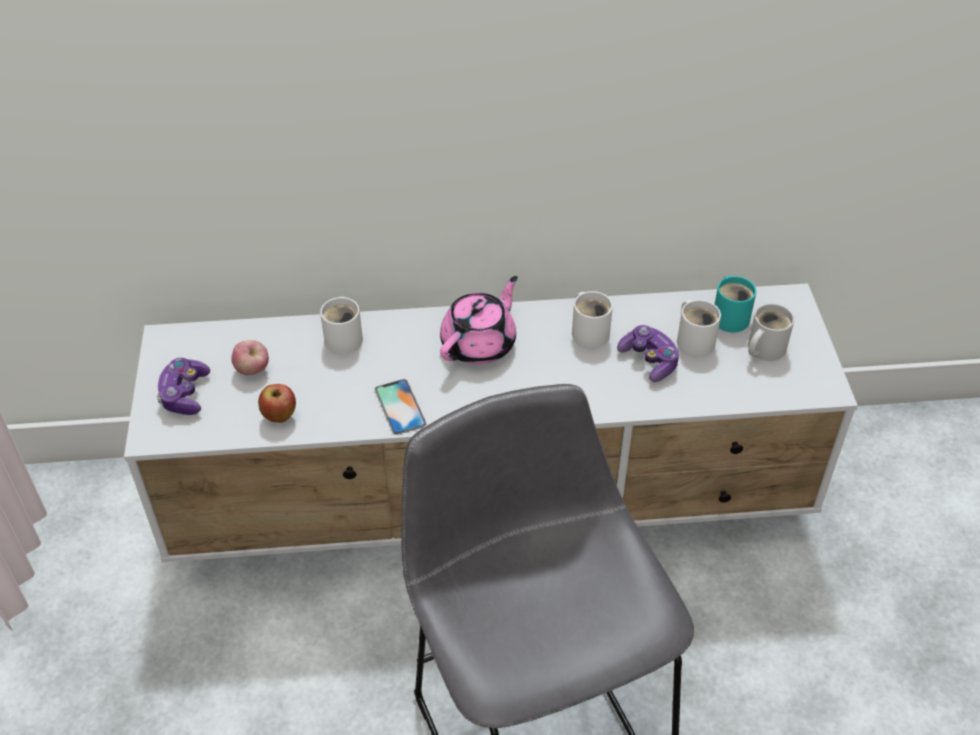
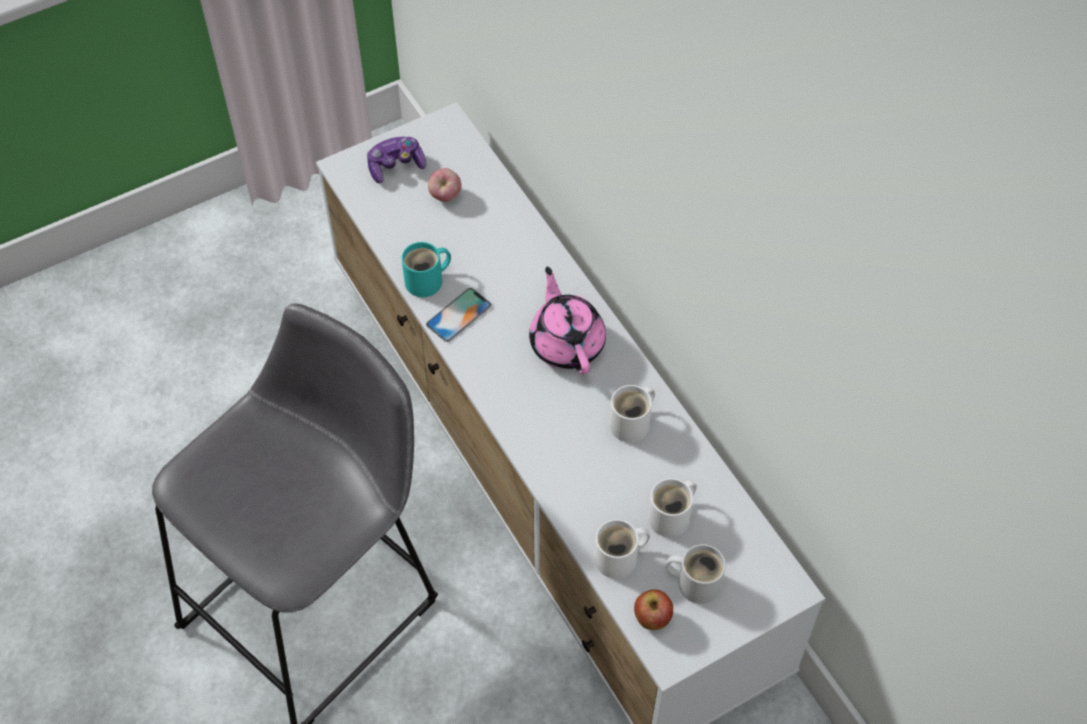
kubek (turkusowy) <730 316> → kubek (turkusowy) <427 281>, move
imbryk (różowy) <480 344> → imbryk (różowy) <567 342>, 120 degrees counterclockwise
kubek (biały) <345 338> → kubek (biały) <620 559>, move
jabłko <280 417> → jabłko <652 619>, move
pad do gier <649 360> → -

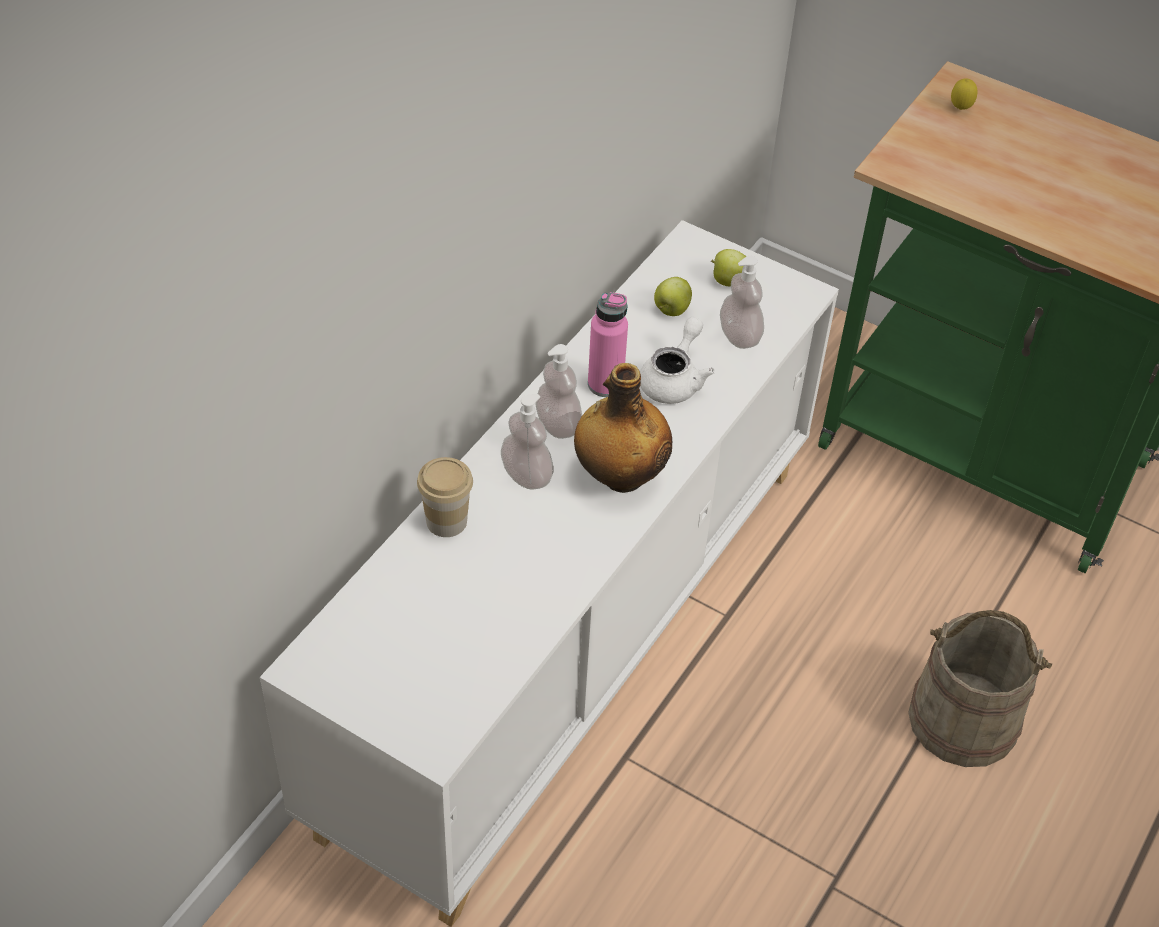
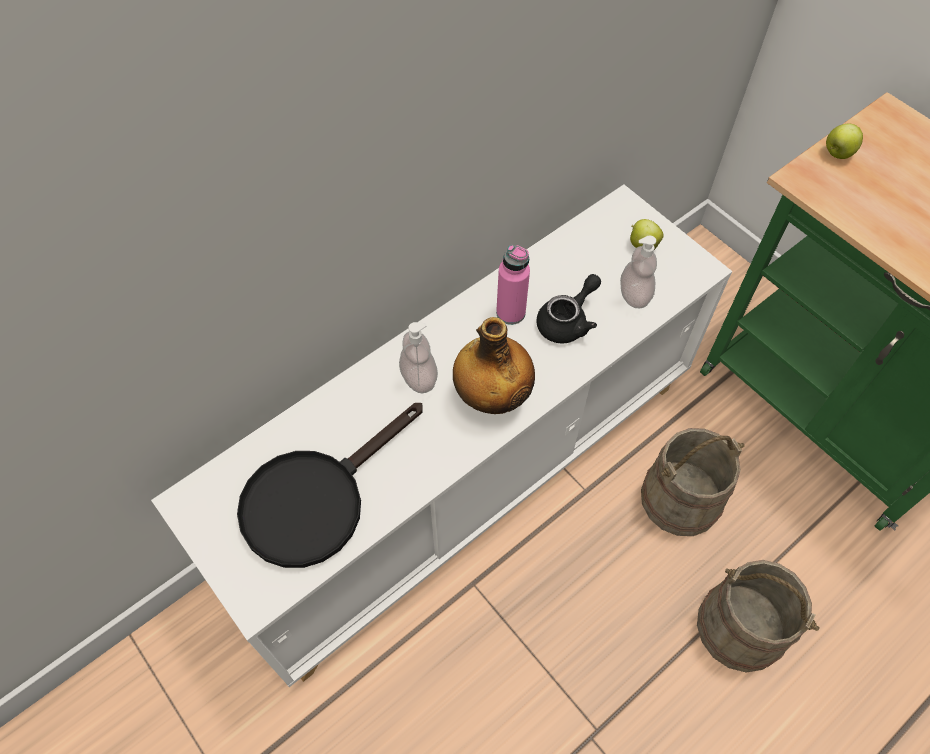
- → patelnia (czarny) <316 498>
imbryk (biały) <674 379> → imbryk (czarny) <567 321>
- → wiadro (beżowy) <680 497>
jabłko <671 310> → jabłko <837 153>, move
filiżanka <446 521> → -
dozownik mydła <558 425> → -
cytryna <960 109> → -

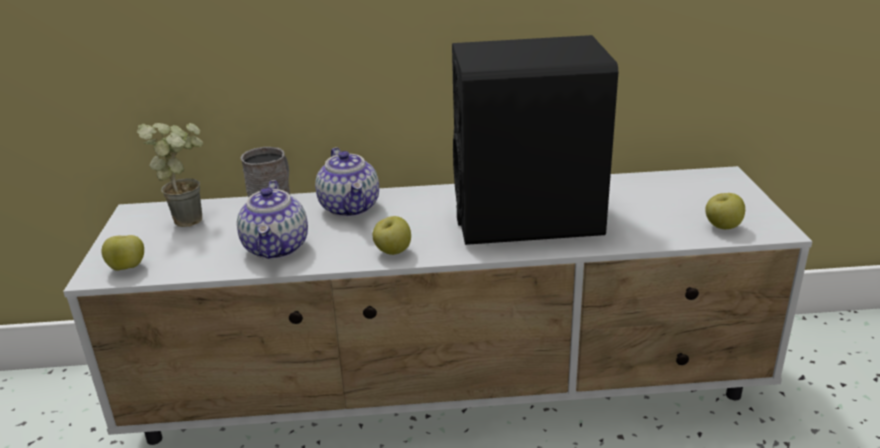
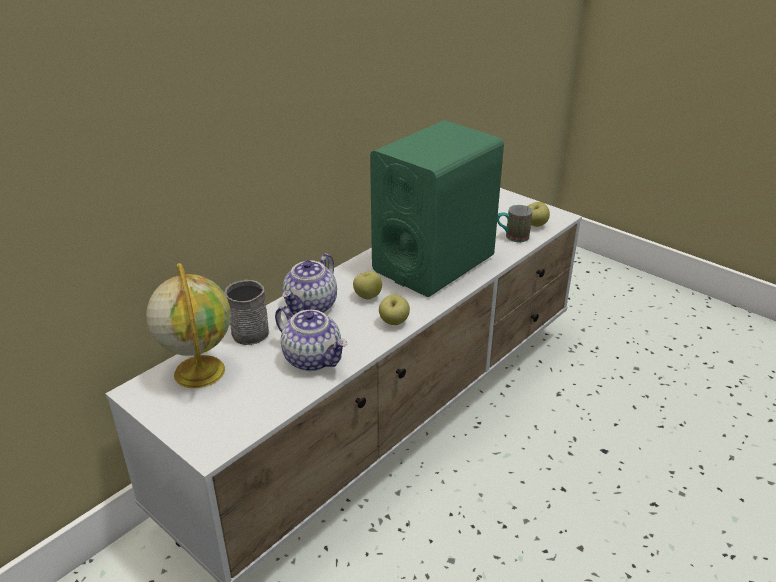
roślina doniczkowa <191 217> → globus <198 371>
imbryk <350 208> → imbryk <311 306>, 90 degrees clockwise
jabłko <127 268> → jabłko <367 296>, move
głośnik (czarny) <528 218> → głośnik (zielony) <434 263>
- → kubek <512 237>

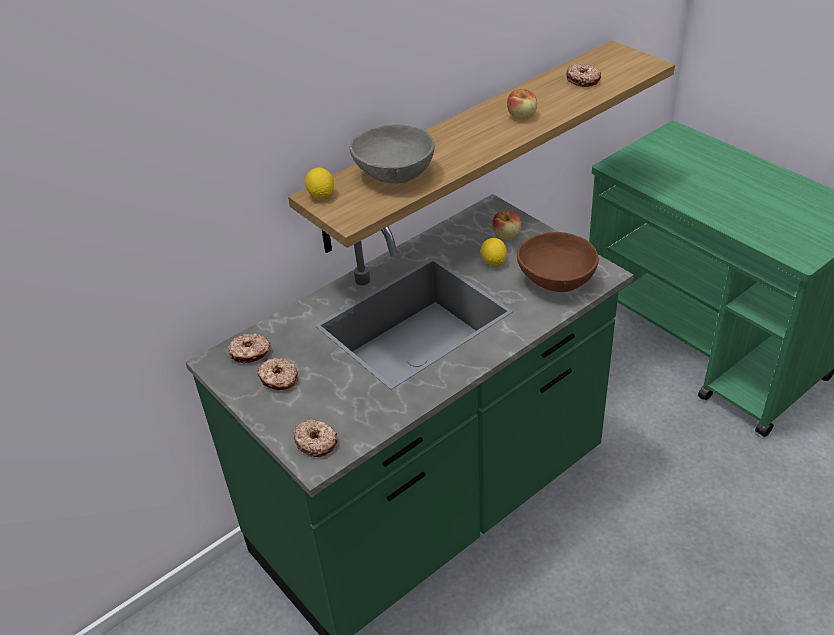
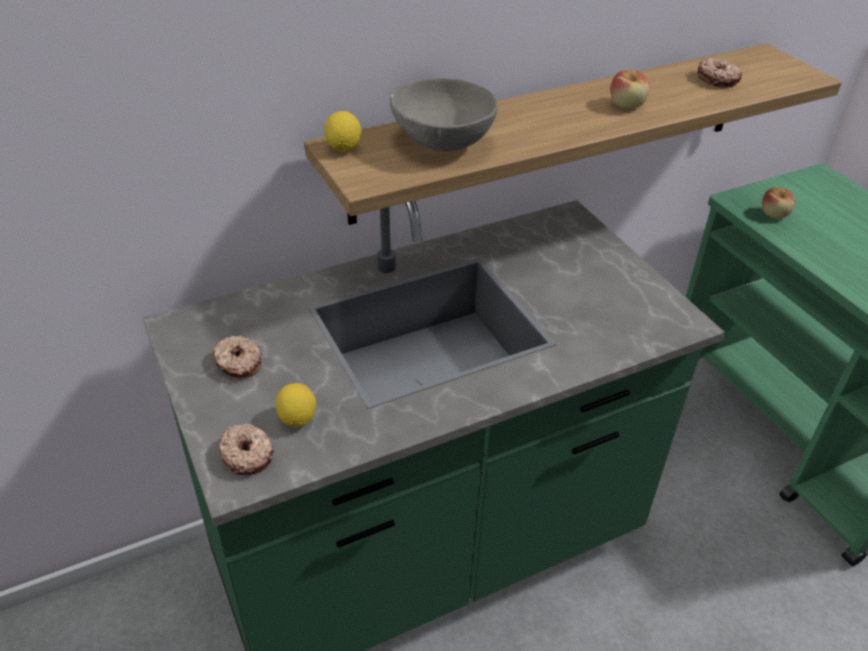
cytryna <493 262> → cytryna <297 418>, move
jabłko <506 235> → jabłko <774 214>, move
donut <250 353> → -
miska (brązowy) <557 281> → -

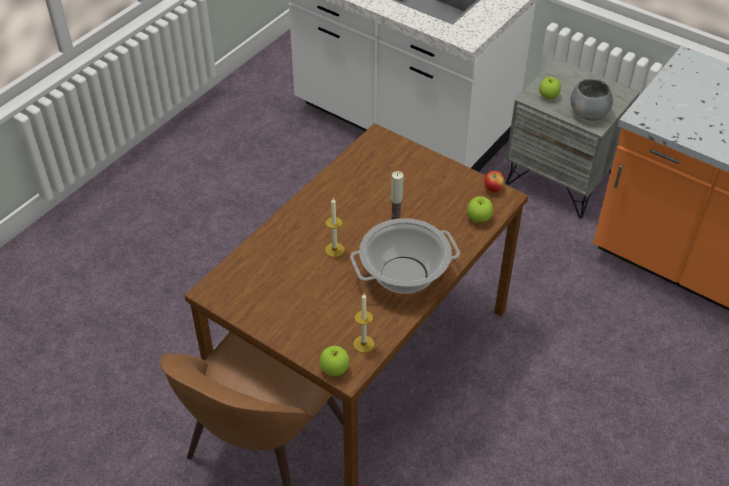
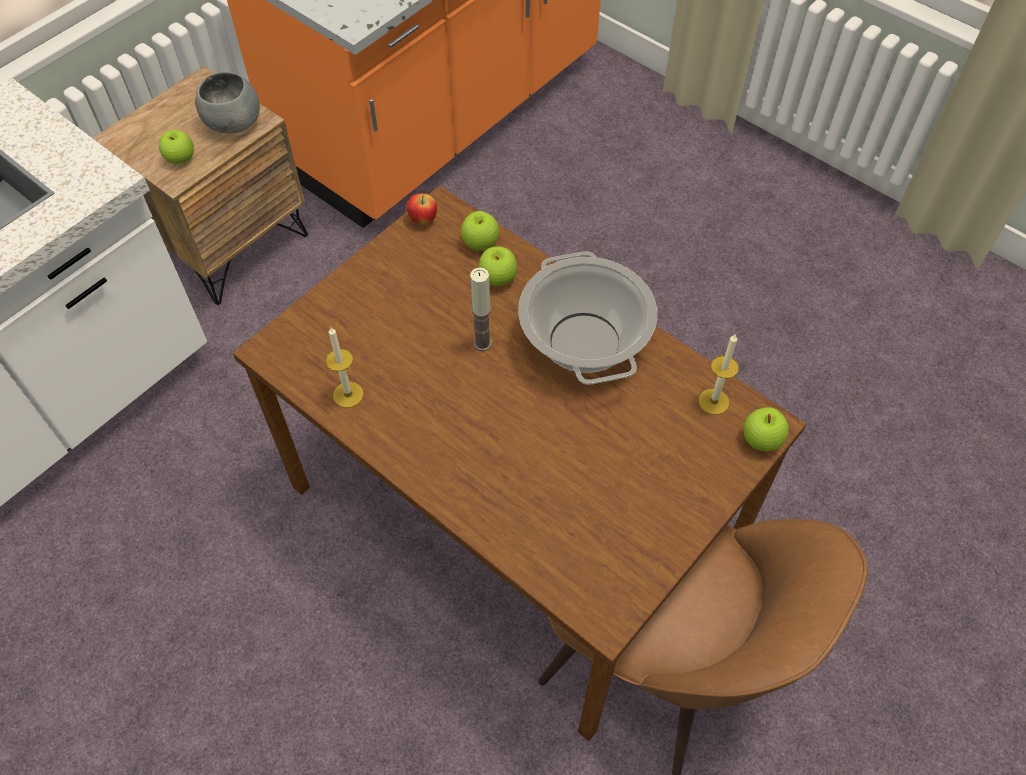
szafka nocna (szary) <561 180> → szafka nocna (brązowy) <229 243>
świeca <334 250> → świeca <348 394>, move
- → jabłko <498 279>

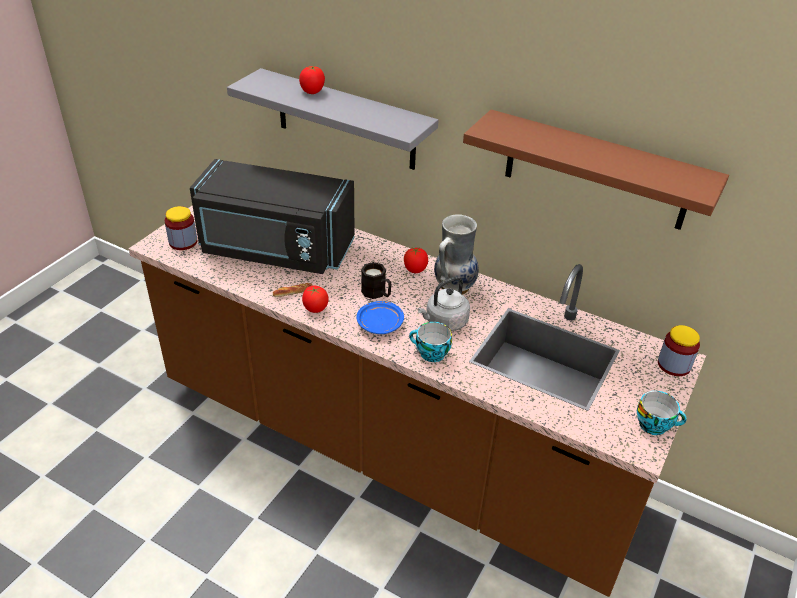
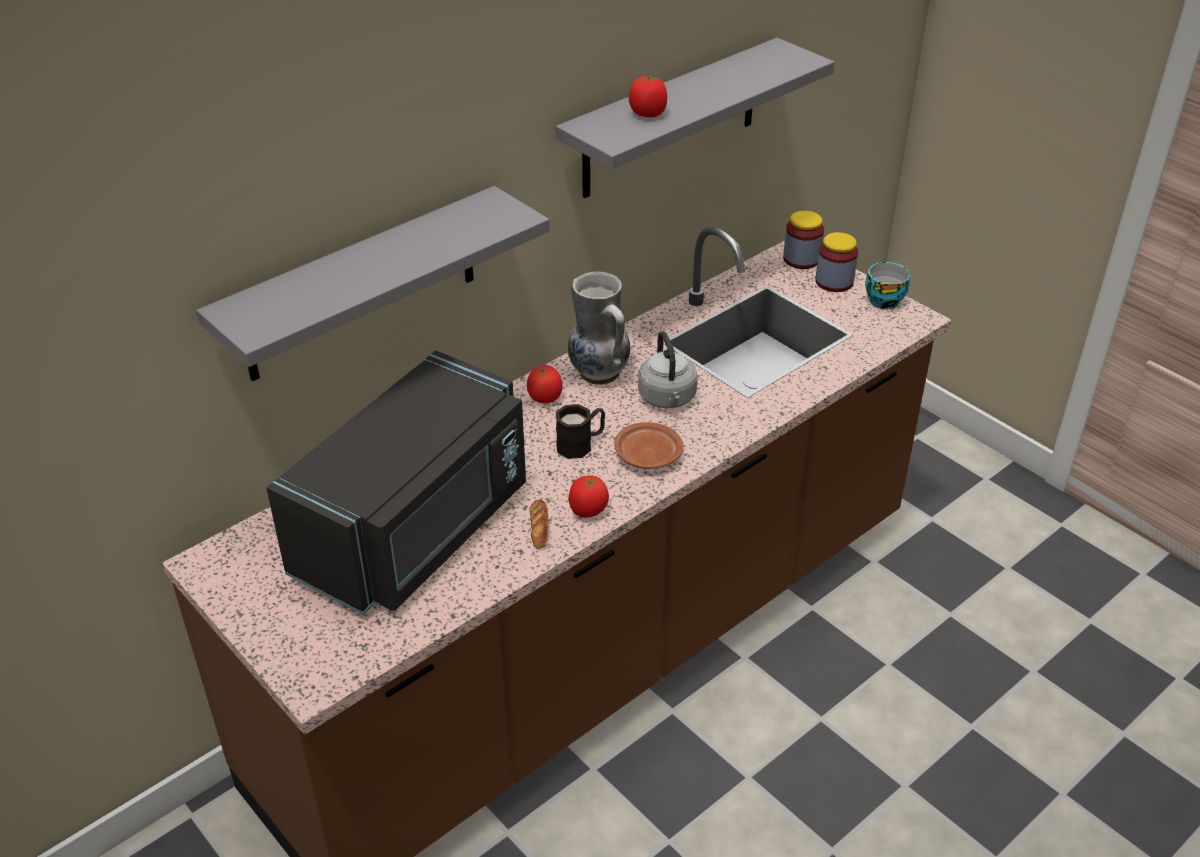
półka (brązowy) <596 171> → półka (szary) <671 119>
talerz (niebieski) <380 324> → talerz (brązowy) <647 455>
pomidor <312 91> → pomidor <648 114>, move
słoik <183 242> → słoik <834 282>, move
filiżanka <430 354> → -

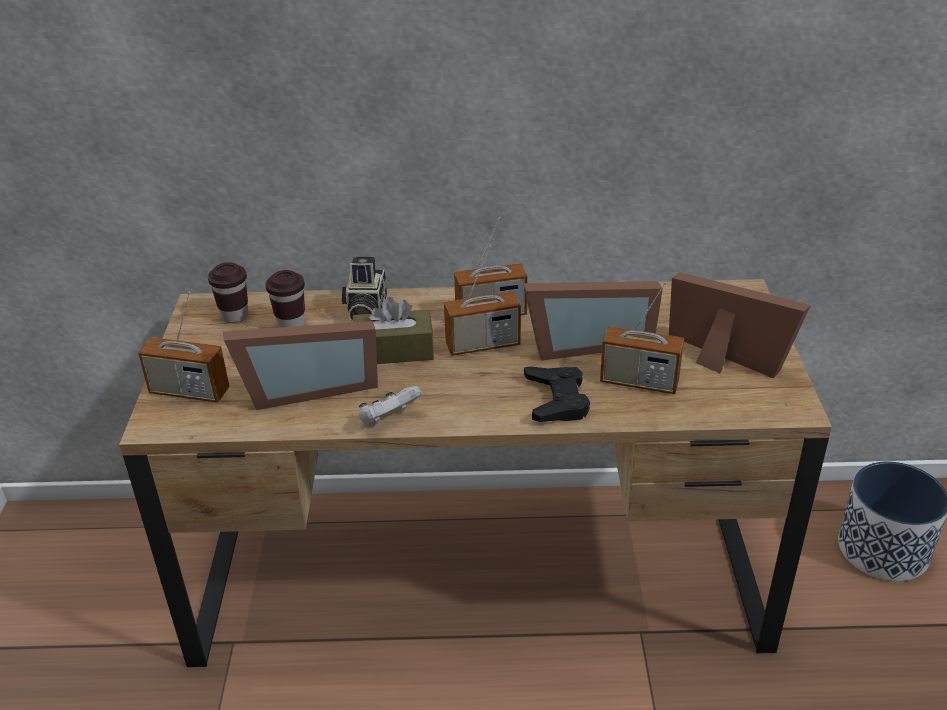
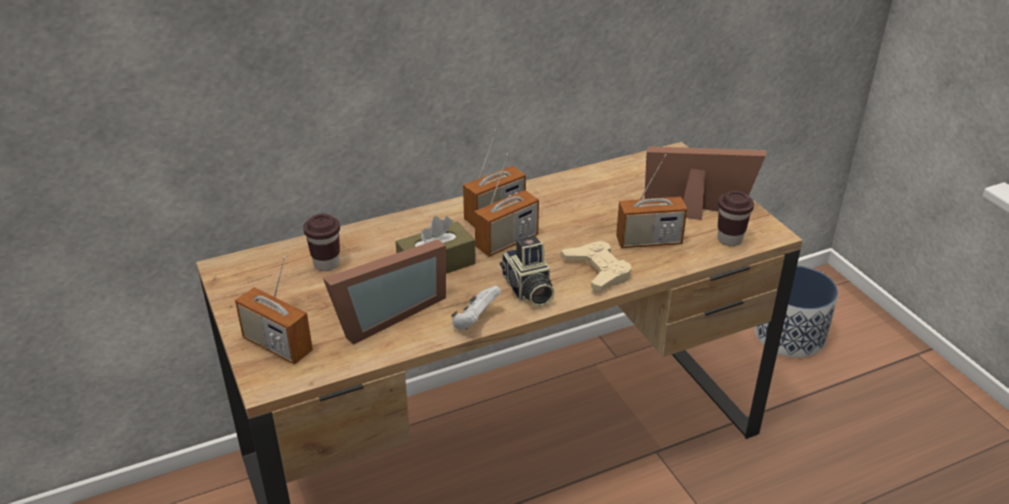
radio <189 391> → radio <277 345>, 45 degrees clockwise
aparat fotograficzny <365 311> → aparat fotograficzny <527 290>, move
pad do gier (czarny) <556 400> → pad do gier (beżowy) <597 271>
filiżanka (brązowy) <235 316> → filiżanka (brązowy) <729 239>, move
ramka na zdjęcie <586 342> → -

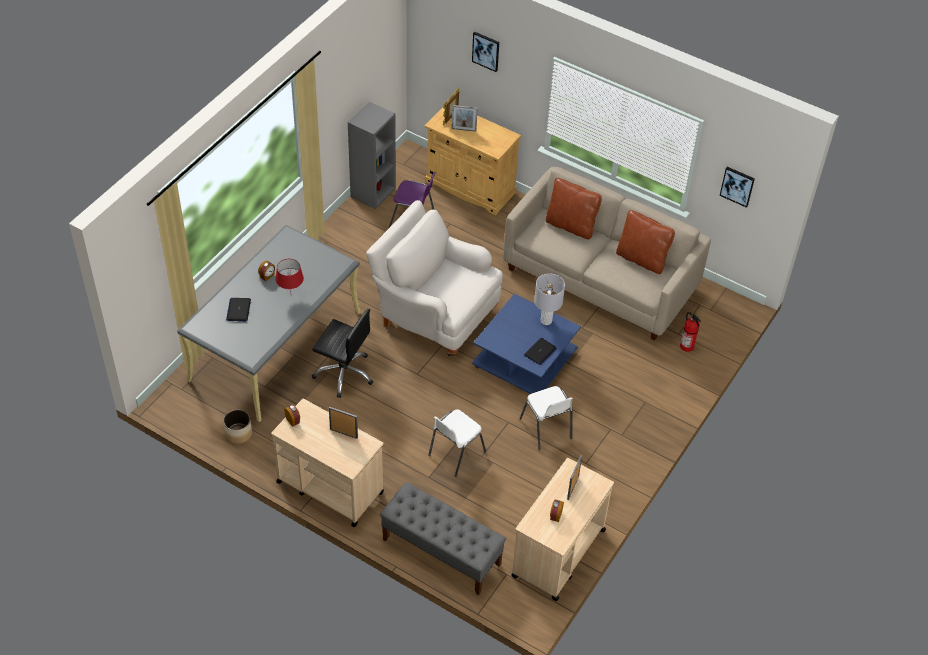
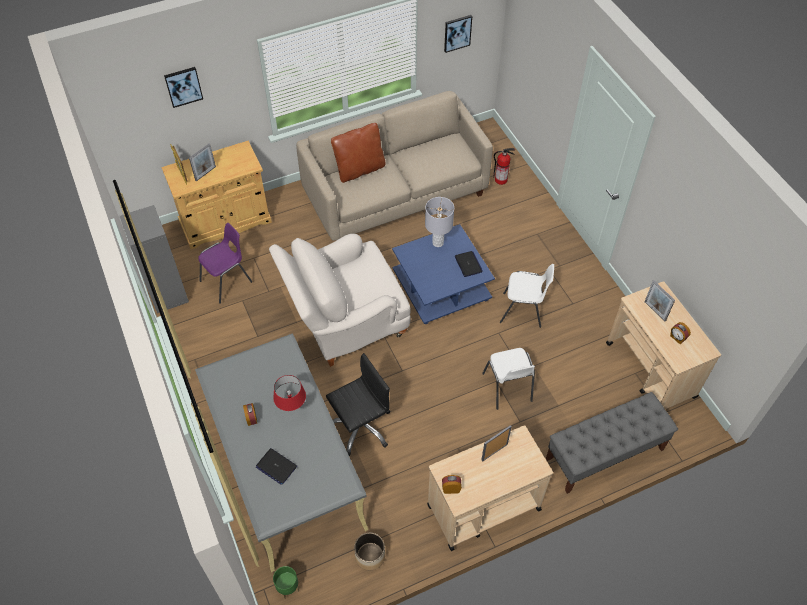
- → donica (zielony) <288 587>
poduszka (brązowy) <642 259> → -

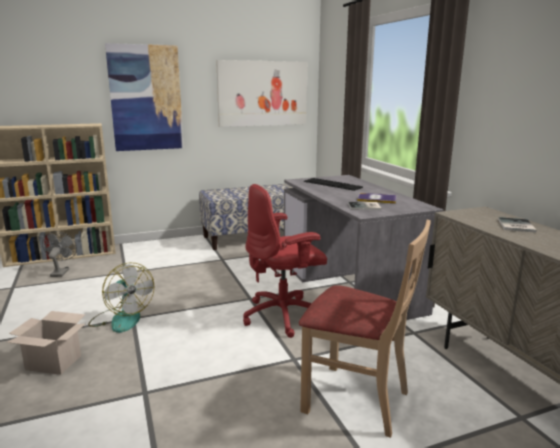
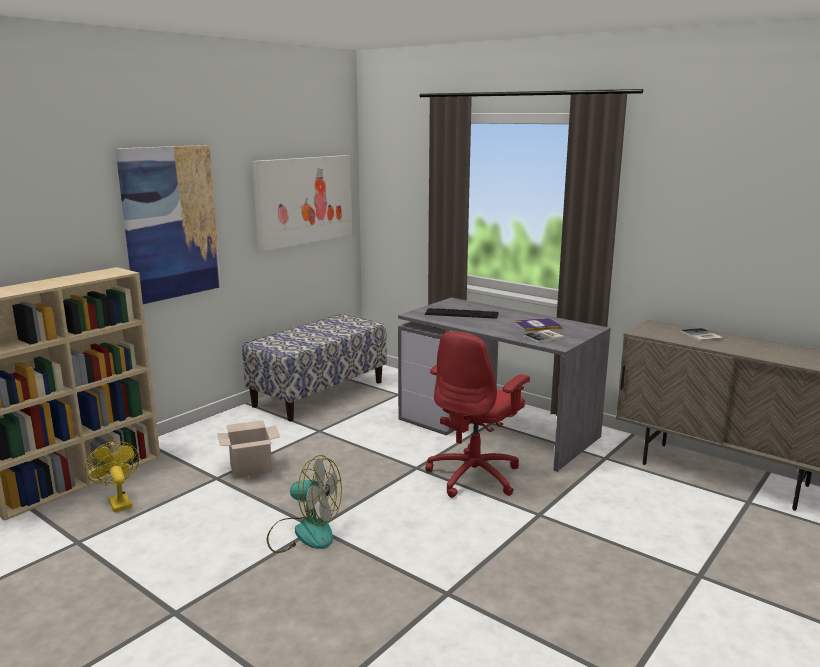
wentylator (szary) <61 272> → wentylator (żółty) <118 502>
karton <55 362> → karton <252 467>, move
krzesło (beżowy) <356 400> → -

